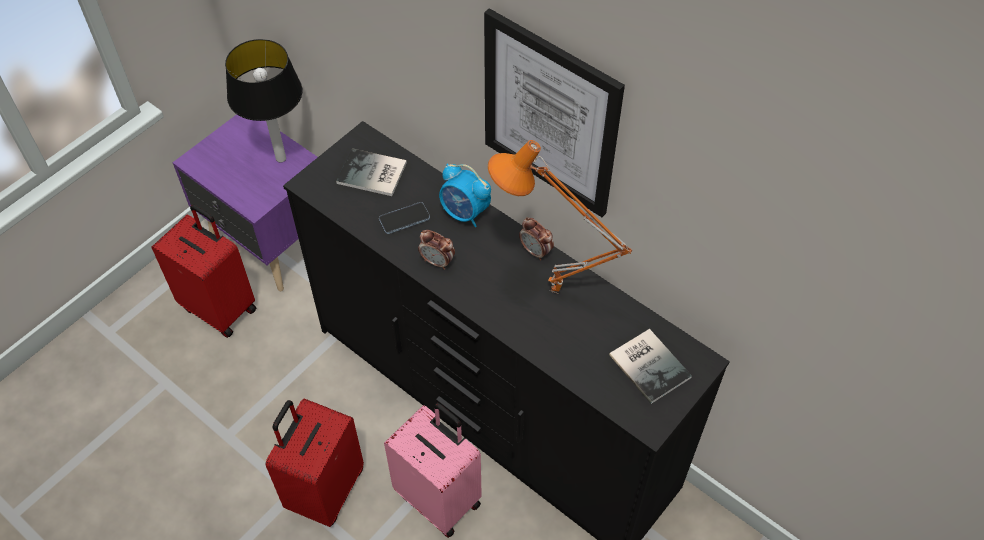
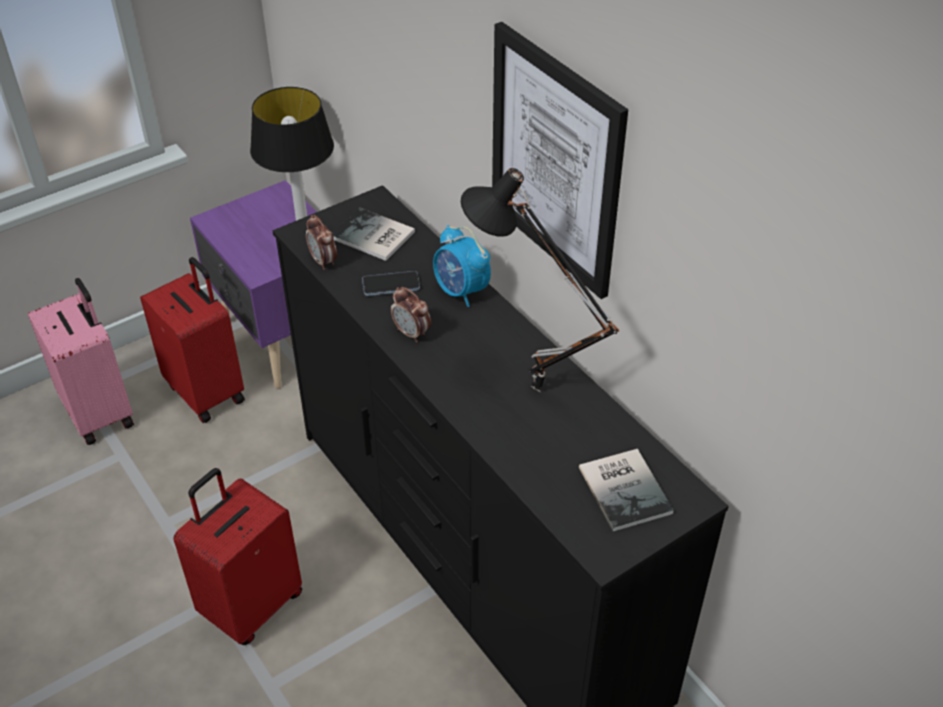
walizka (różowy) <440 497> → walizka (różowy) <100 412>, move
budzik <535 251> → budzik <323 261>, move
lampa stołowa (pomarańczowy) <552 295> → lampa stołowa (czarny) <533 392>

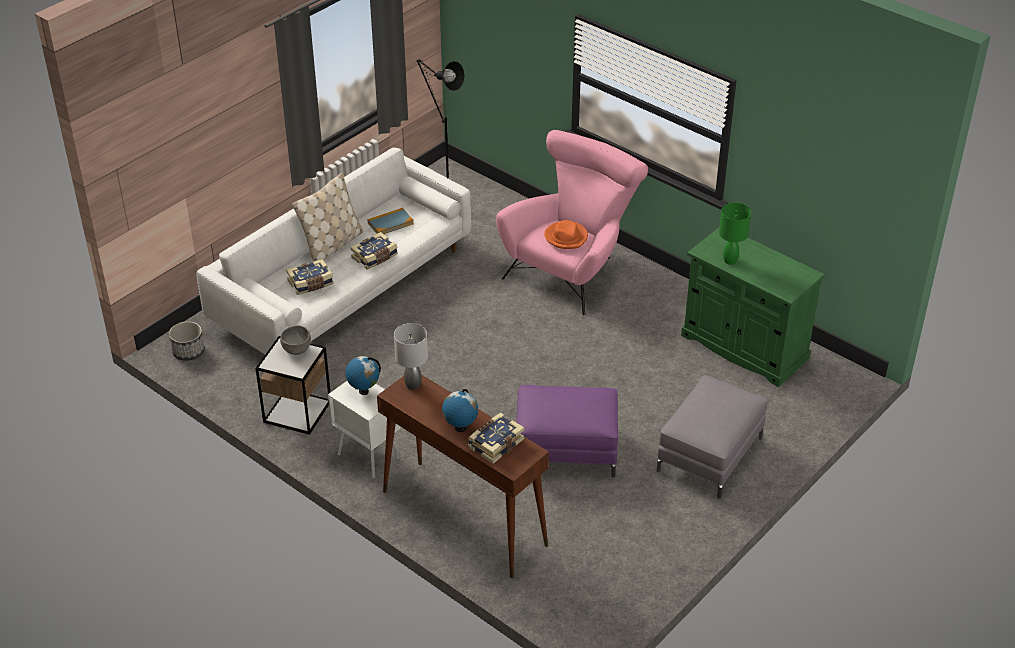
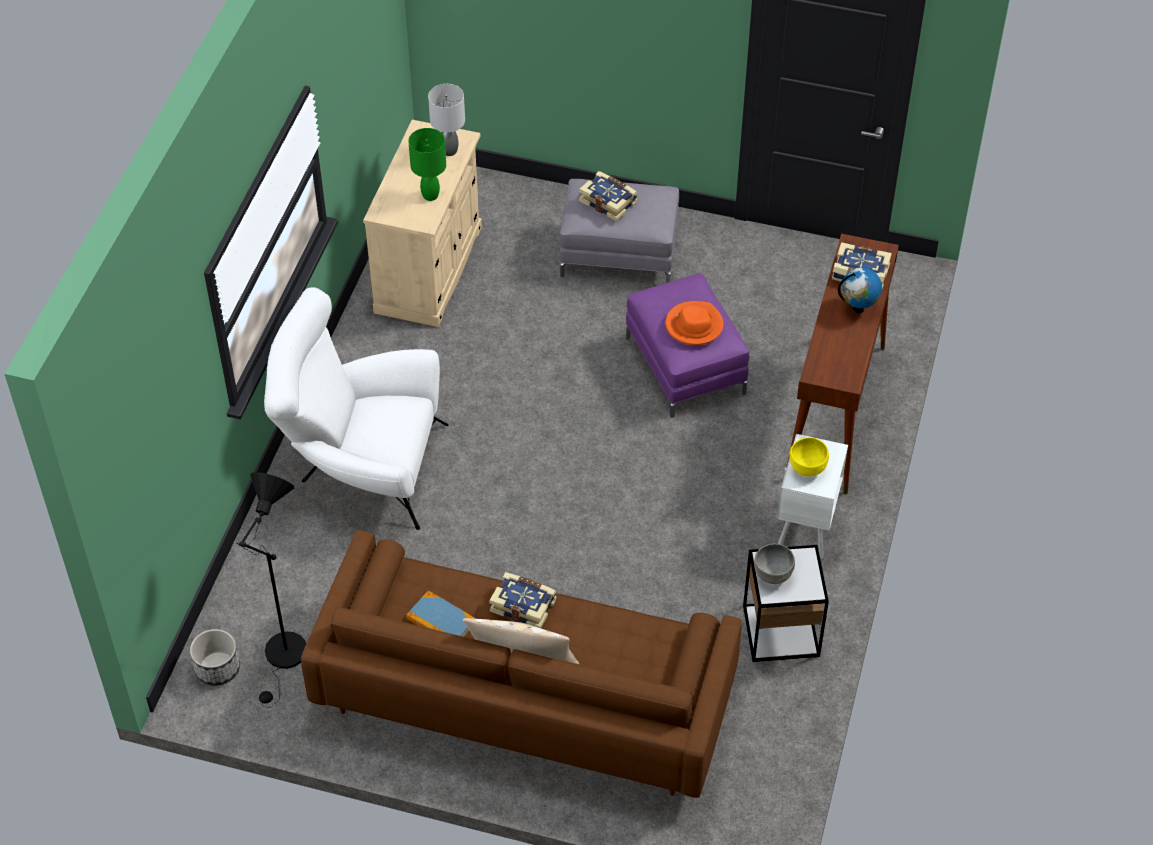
donica <188 351> → donica <217 668>, move
fotel (różowy) <571 268> → fotel (biały) <361 466>
kanapa (biały) <343 286> → kanapa (brązowy) <525 695>
szafka (zielony) <744 347> → szafka (beżowy) <429 269>
lampa stołowa (szary) <413 385> → lampa stołowa (szary) <448 151>, move
książka <311 283> → książka <609 201>, move
kapelusz (pomarańczowy) <566 237> → kapelusz (pomarańczowy) <694 325>, move
globus <363 391> → miska (żółty) <807 468>

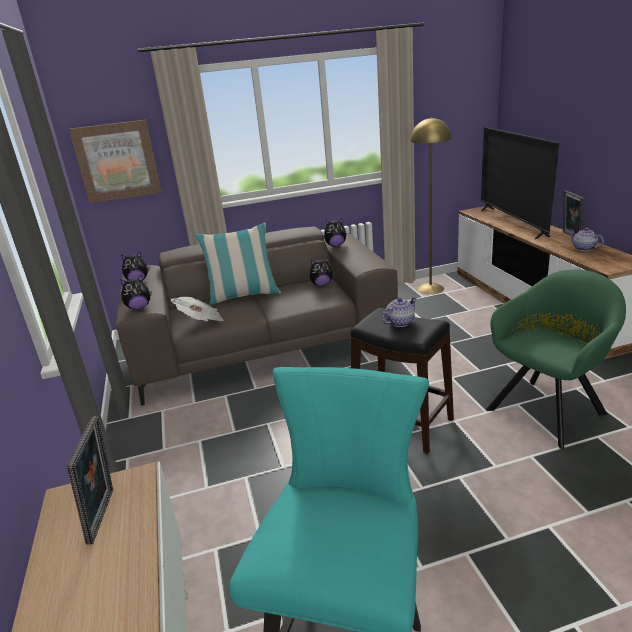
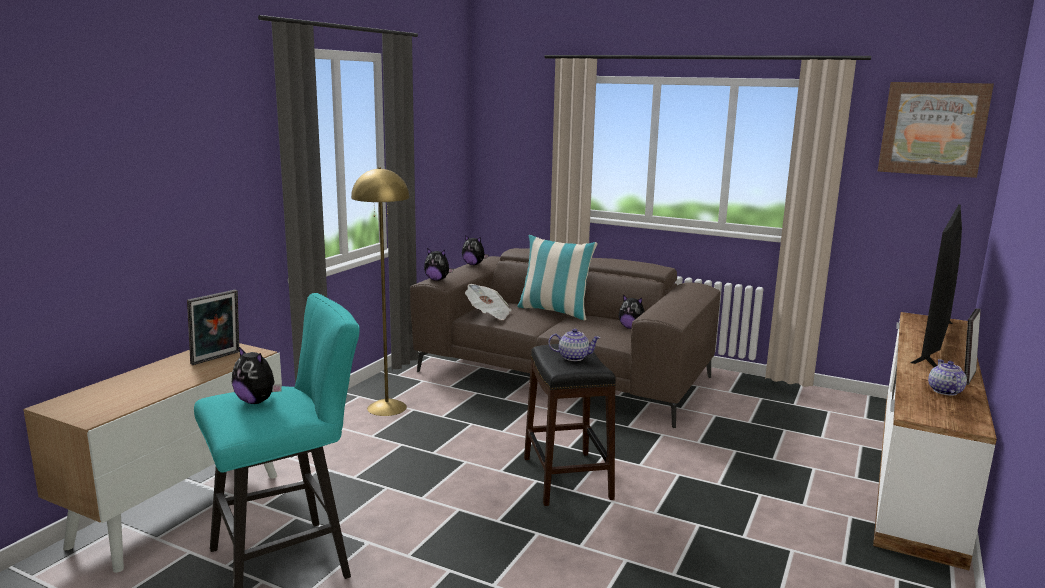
pluszak <335 245> → pluszak <257 401>, move
lampa stojąca (żółty) <430 288> → lampa stojąca (żółty) <386 407>, move
obraz <117 161> → obraz <933 129>, move
fotel (zielony) <549 409> → -

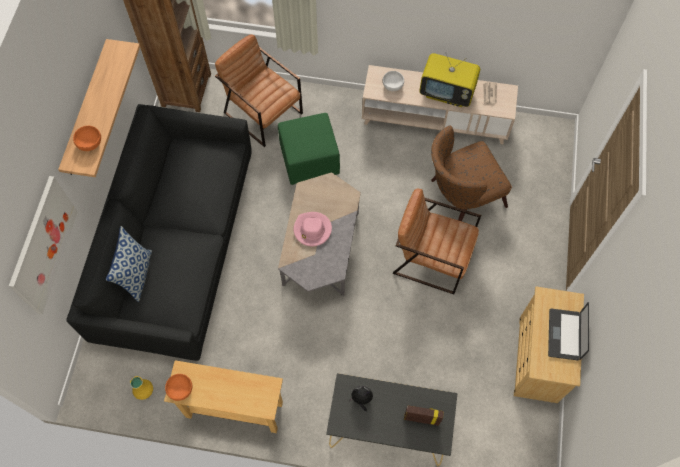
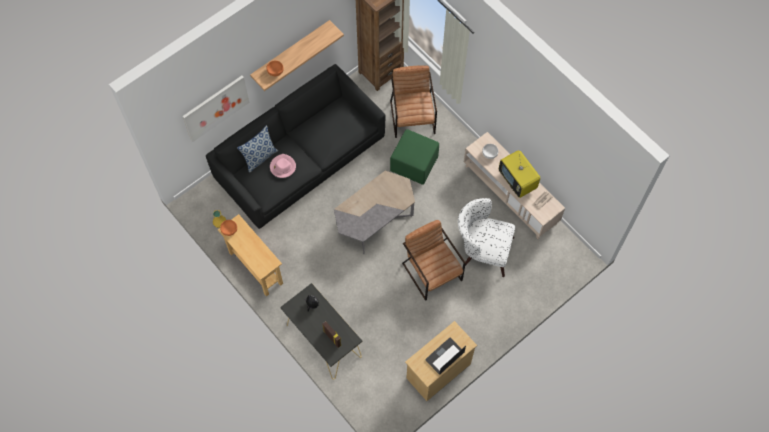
kapelusz (różowy) <312 230> → kapelusz (różowy) <282 167>, move
fotel (brązowy) <460 195> → fotel (biały) <482 250>

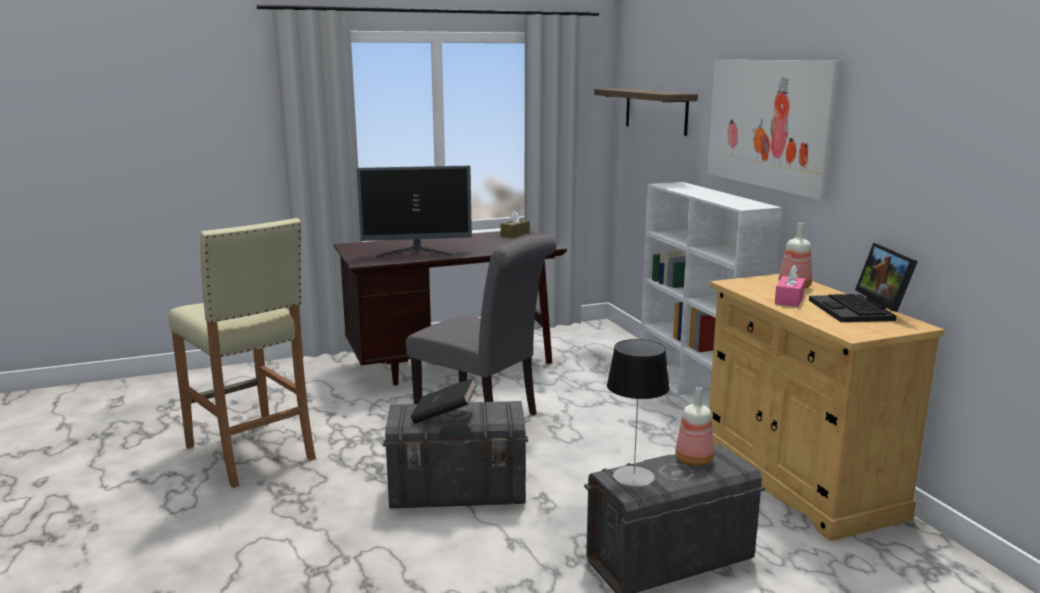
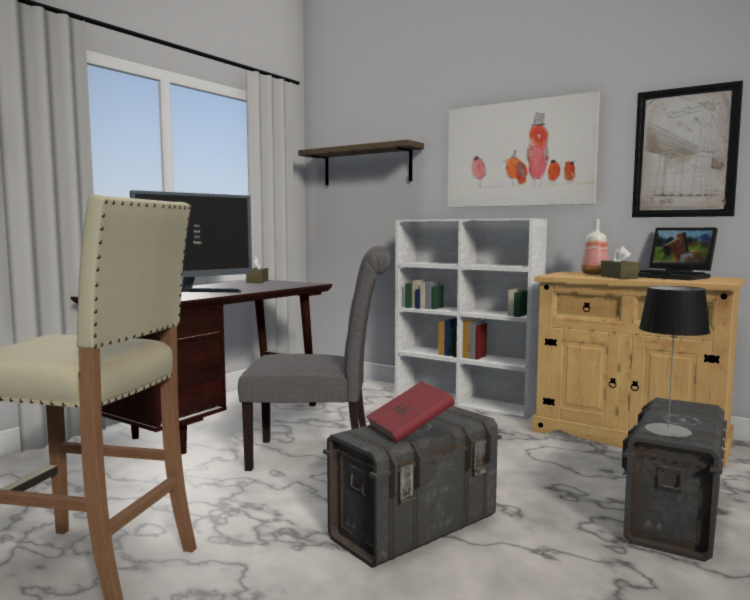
książka (czarny) <444 415> → książka (czerwony) <409 430>
pudełko chusteczek (różowy) <789 300> → pudełko chusteczek (brązowy) <618 277>
- → obraz <684 152>
butelka <695 460> → -

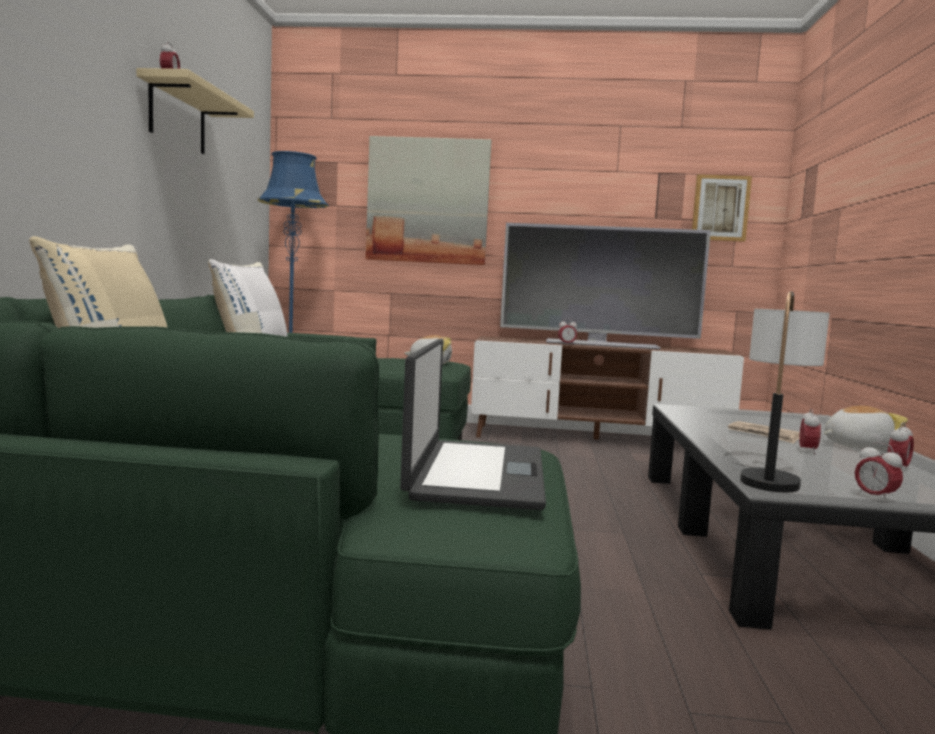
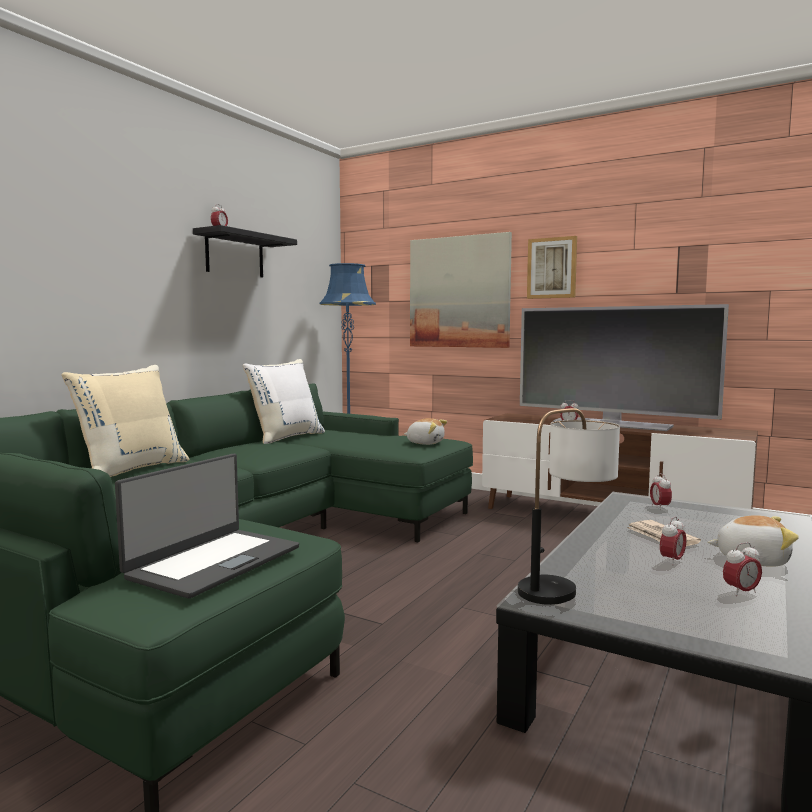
półka (beżowy) <177 117> → półka (czarny) <235 255>
obraz <720 208> → obraz <552 268>, move
budzik <875 497> → budzik <660 507>, move

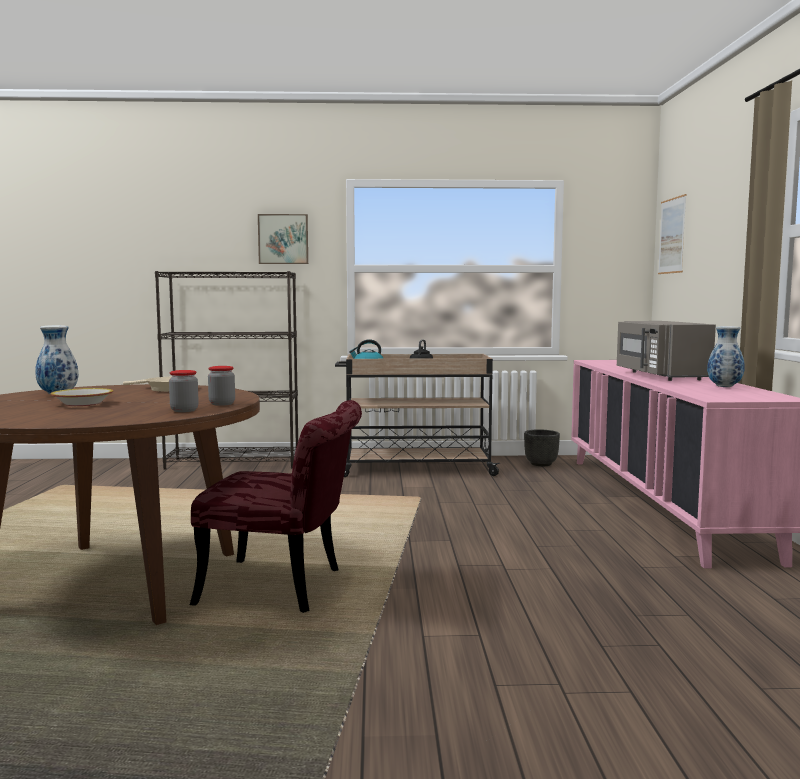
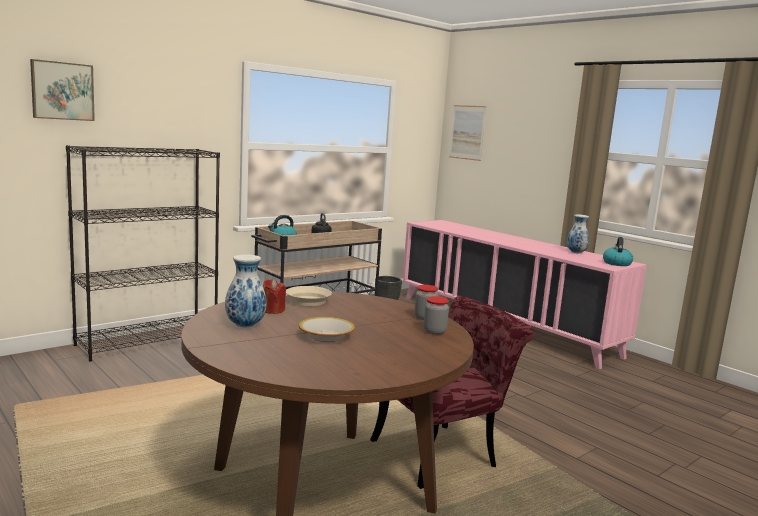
obraz <283 239> → obraz <62 91>, move
- → świeca (czerwony) <273 310>
- → czajnik <616 263>
mikrofalówka (szary) <659 375> → -

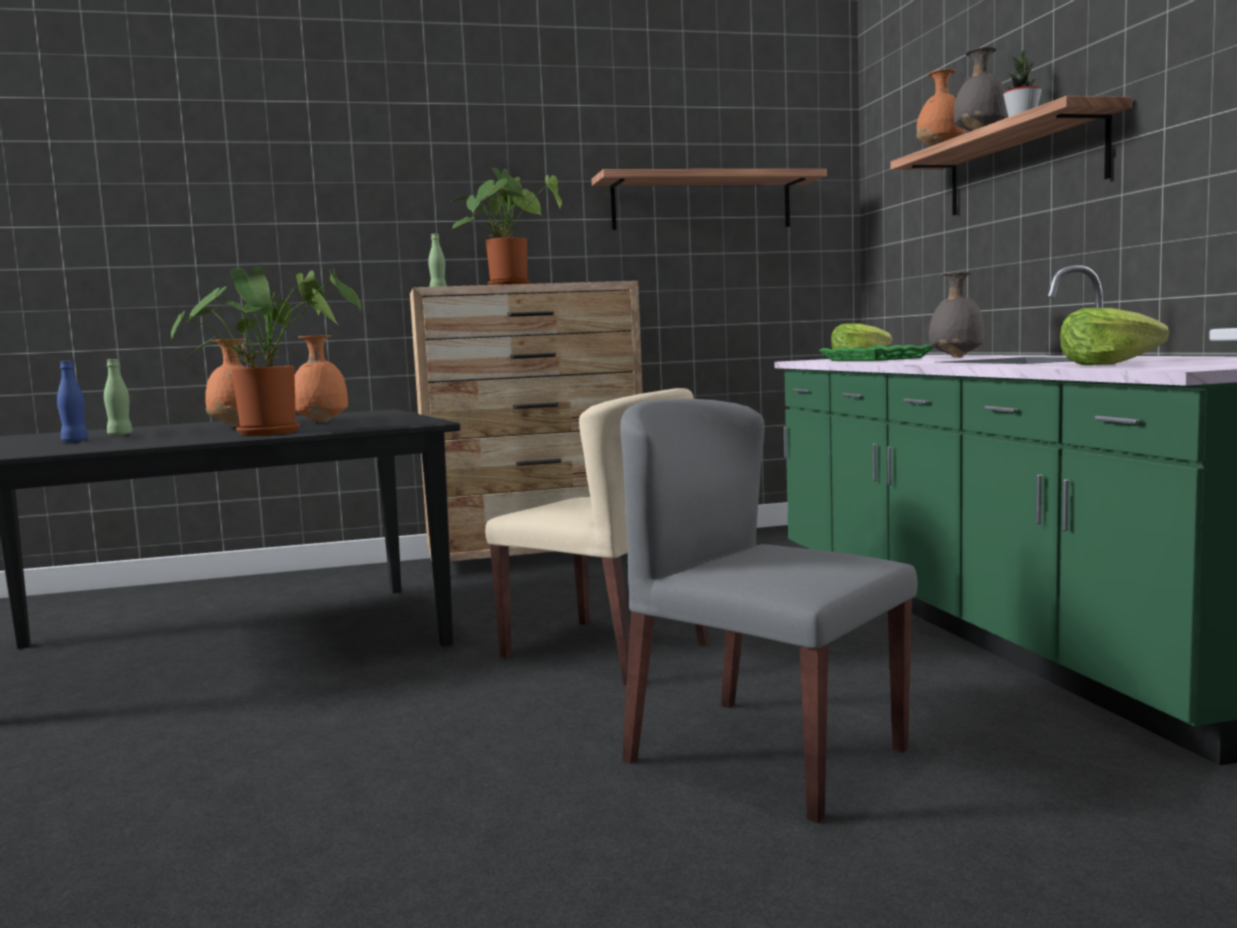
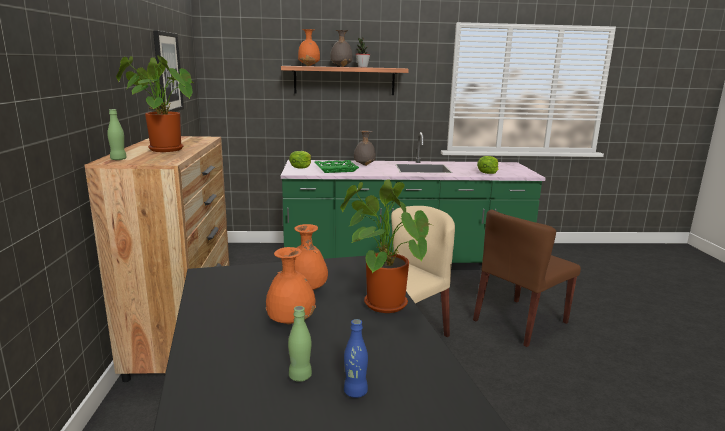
półka <701 203> → obraz <167 72>
krzesło (szary) <763 754> → krzesło (brązowy) <520 321>

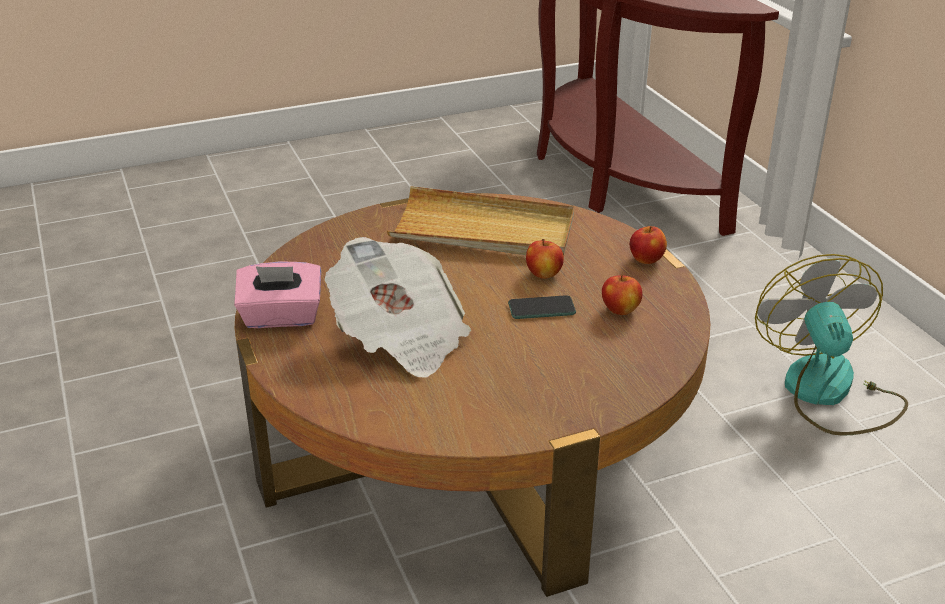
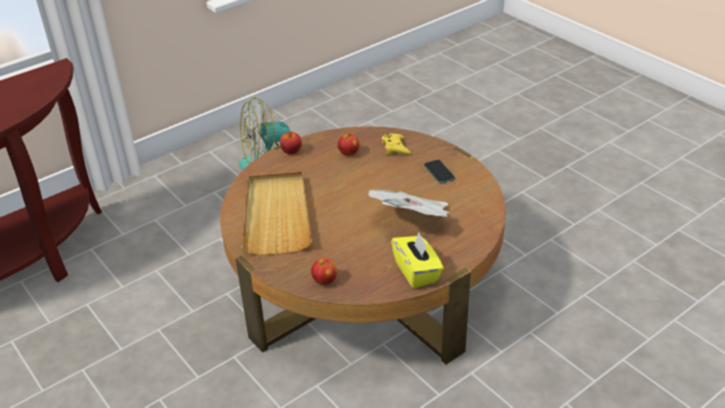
jabłko <544 274> → jabłko <324 280>, move
- → pad do gier (żółty) <395 147>
pudełko chusteczek (różowy) <281 317> → pudełko chusteczek (żółty) <417 272>
telefon <541 309> → telefon <439 172>, move

